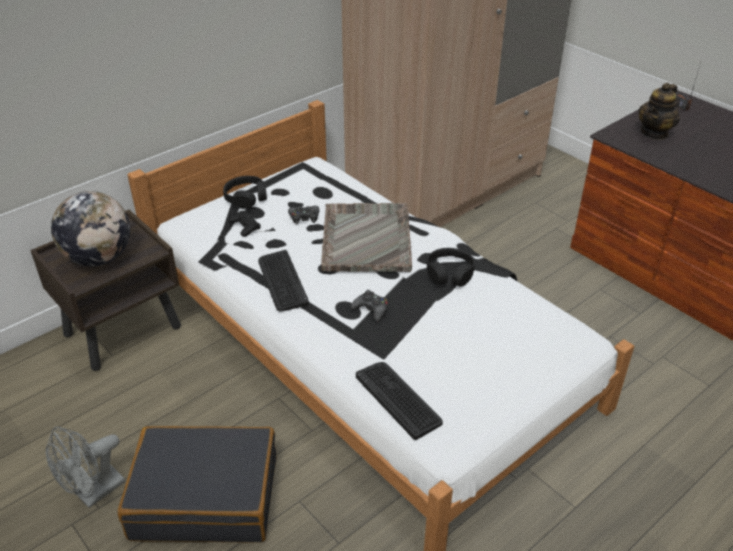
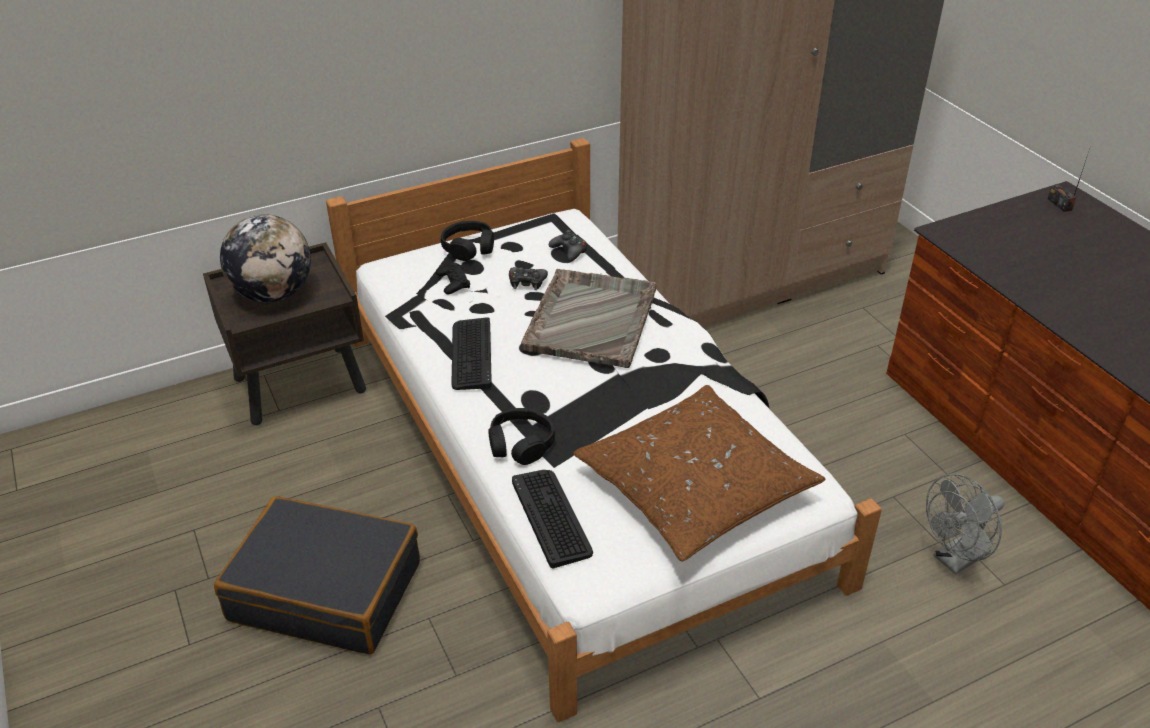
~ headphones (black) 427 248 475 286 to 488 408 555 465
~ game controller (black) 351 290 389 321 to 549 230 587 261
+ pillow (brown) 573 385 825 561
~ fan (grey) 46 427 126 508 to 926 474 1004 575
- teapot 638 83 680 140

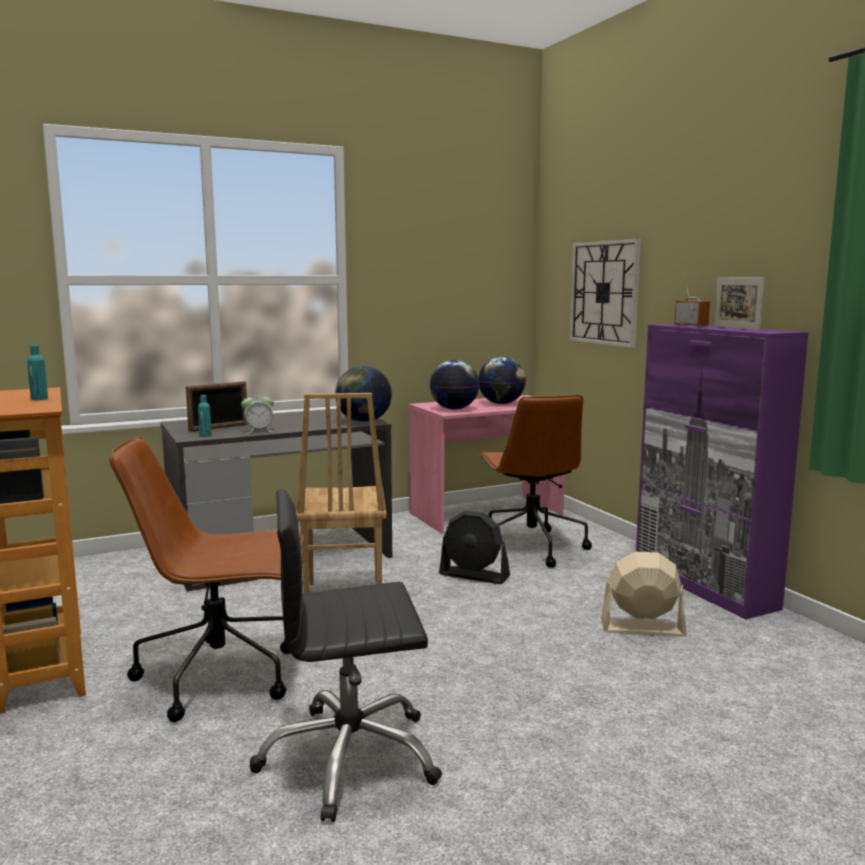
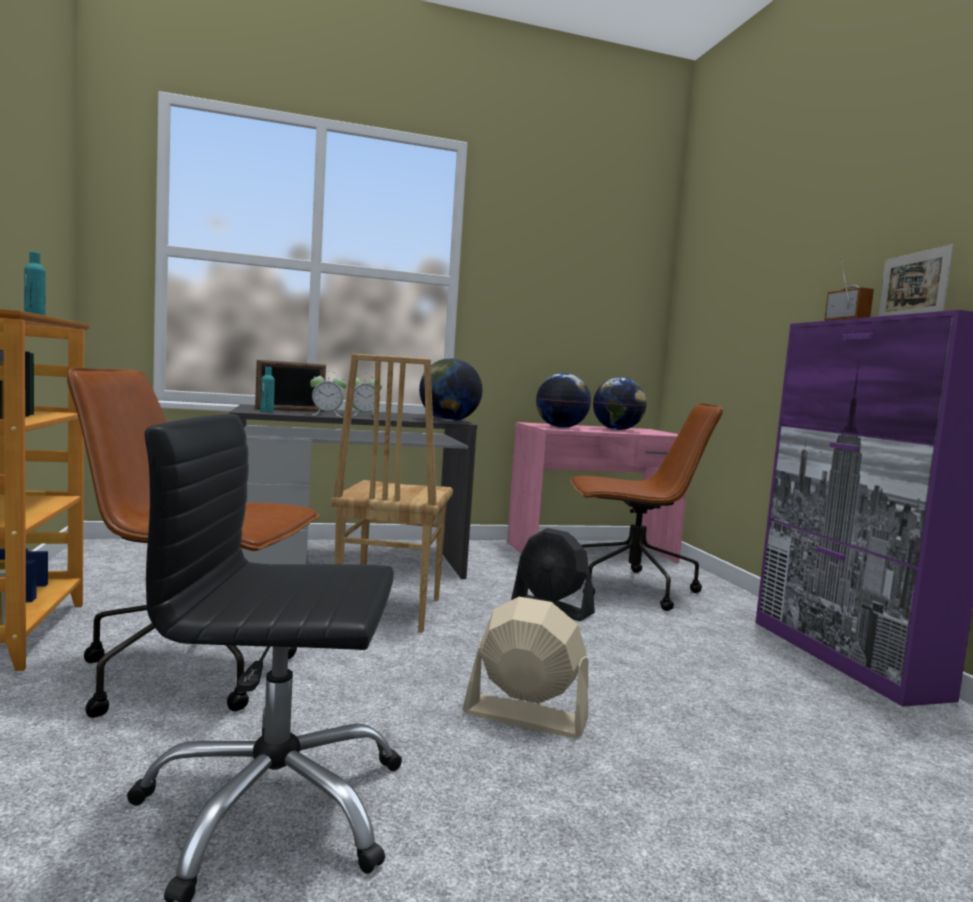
+ alarm clock 352 373 382 416
~ fan (beige) 601 552 687 637 to 463 597 588 738
~ office chair (brown) 479 395 592 568 = 570 403 723 611 90 degrees counterclockwise
- wall clock 569 239 641 348

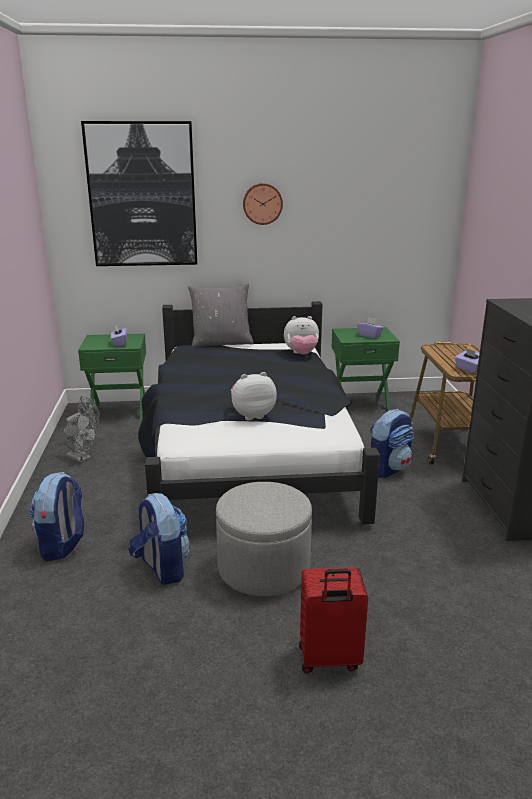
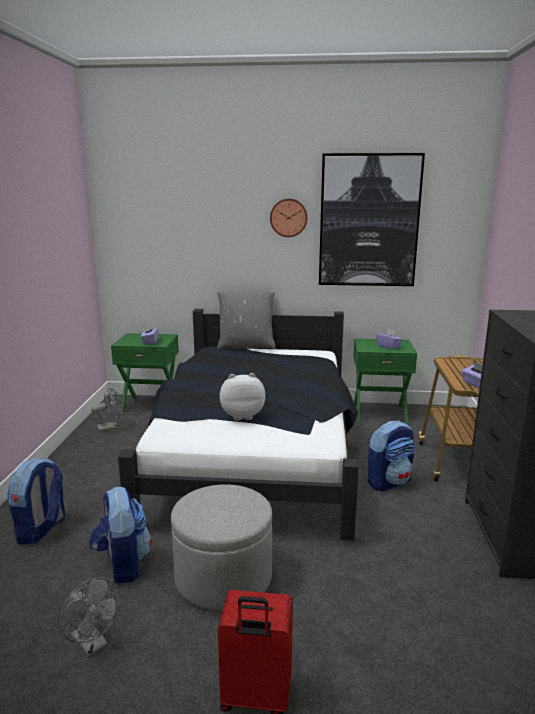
~ fan (grey) 64 414 96 463 to 60 577 121 657
~ picture 81 121 197 266 to 319 153 425 286
- plush toy 284 316 319 355

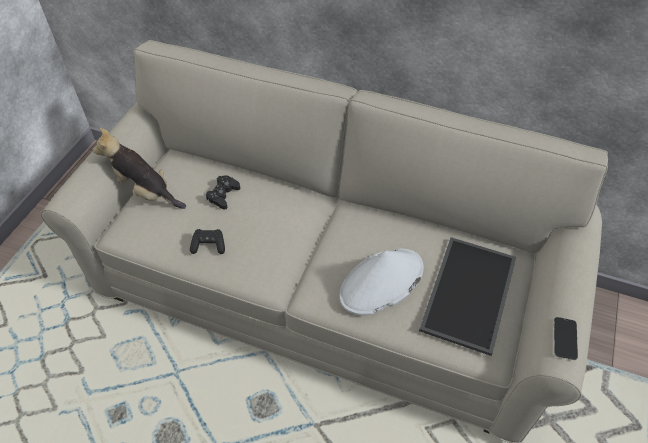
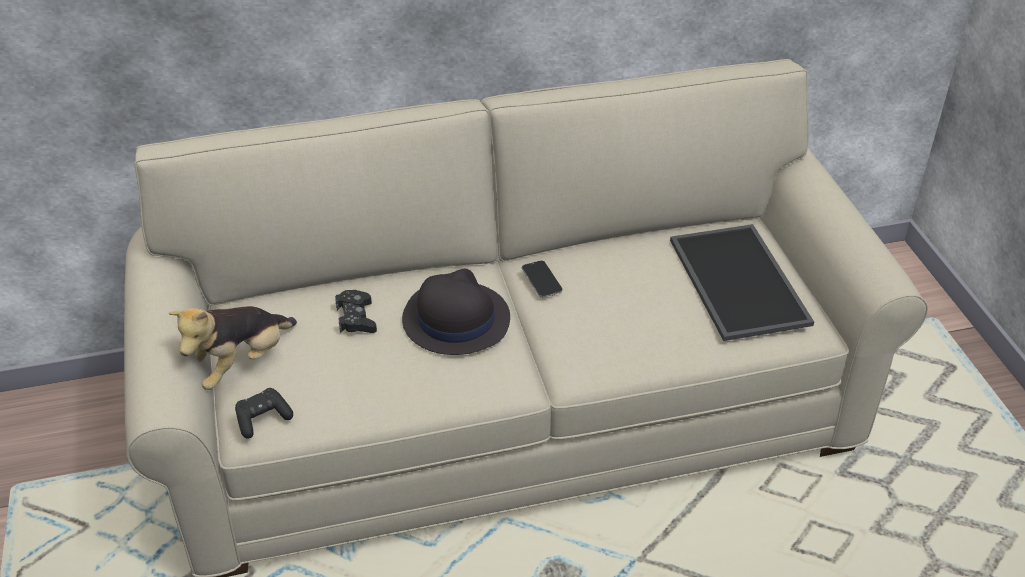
~ plush toy 93 128 186 209 = 169 306 297 390 45 degrees counterclockwise
~ game controller (black) 190 229 225 254 to 235 388 293 439
+ hat (black) 402 269 510 355
~ phone 554 317 578 360 to 522 261 563 297
- hat (white) 339 248 424 316

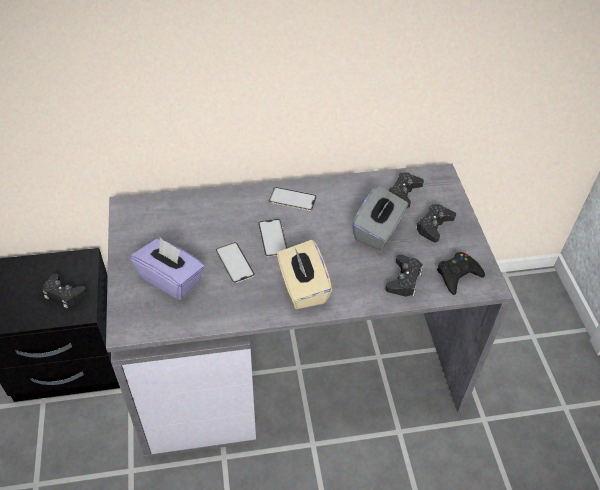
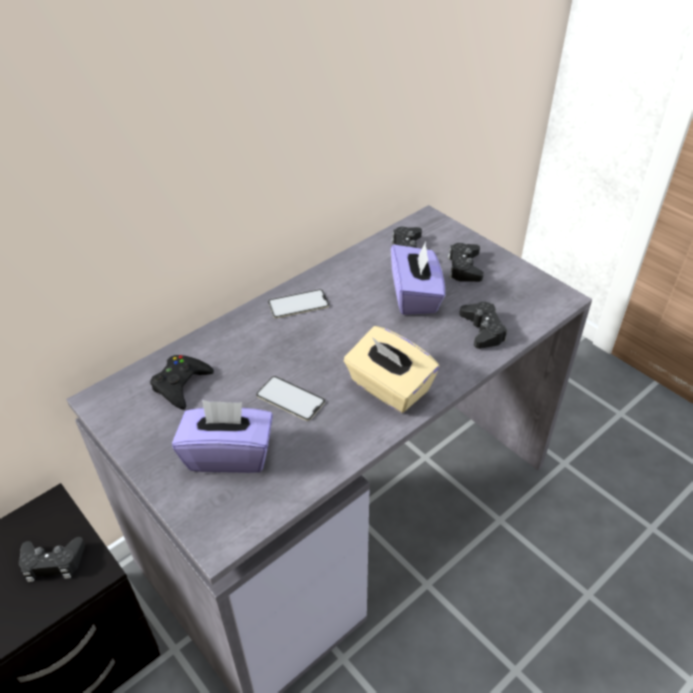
~ game controller (black) 437 252 485 295 to 150 355 214 409
~ tissue box (grey) 352 185 408 250 to tissue box (purple) 391 242 445 315
- phone 258 219 287 257

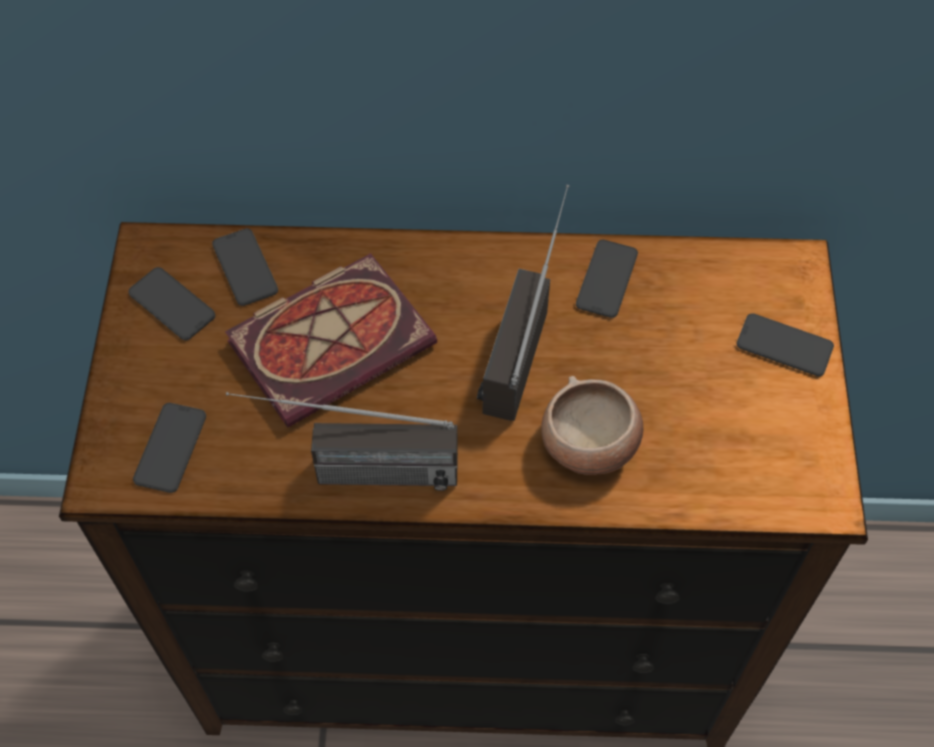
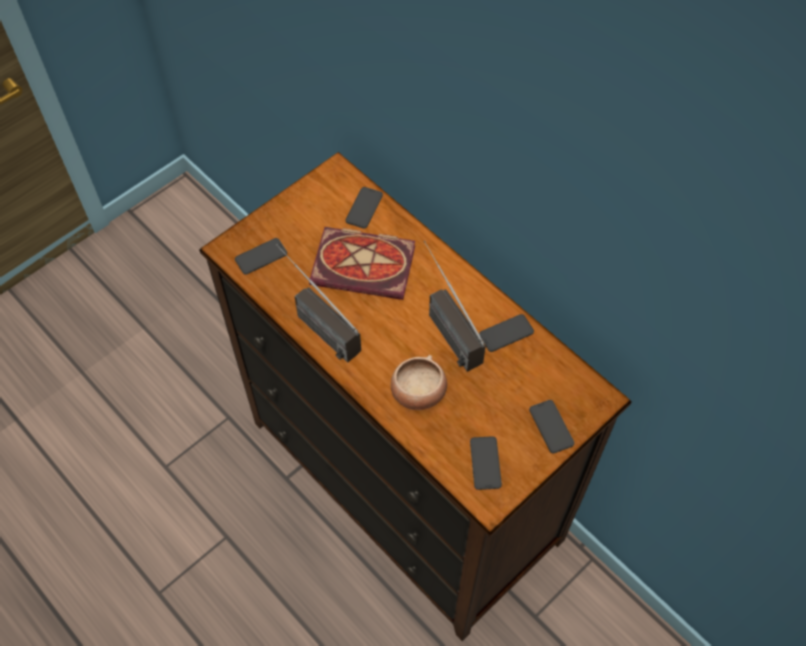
~ radio 477 185 569 421 = 423 241 486 372 90 degrees counterclockwise
~ phone 128 267 215 340 to 470 436 502 490

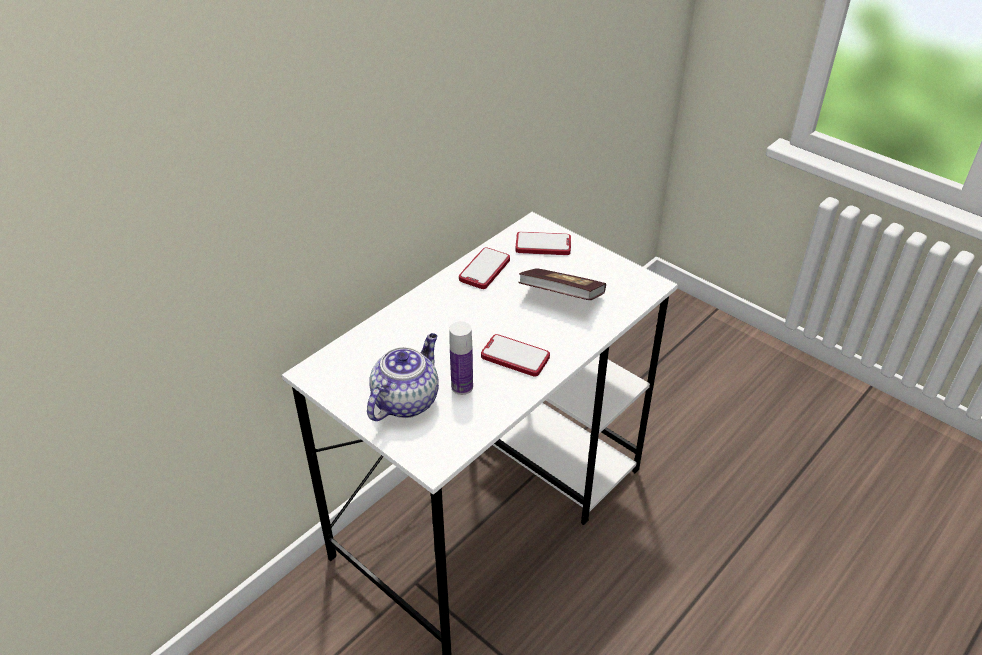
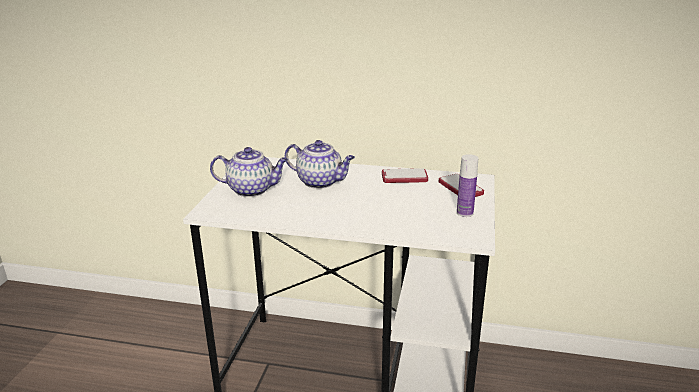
+ teapot 285 140 355 189
~ bottle 450 321 473 395 to 457 154 478 217
- phone 481 334 550 377
- book 519 268 606 300

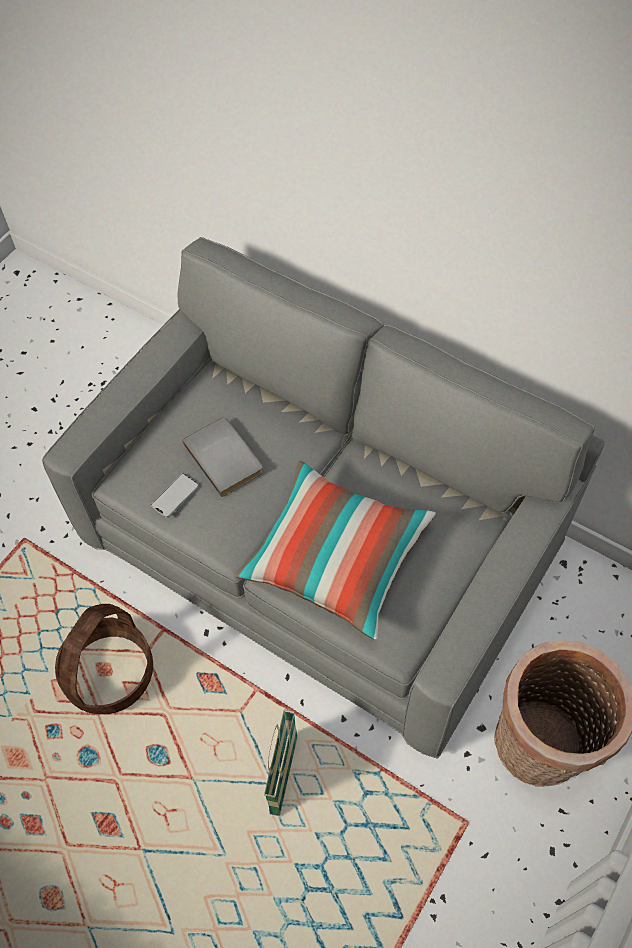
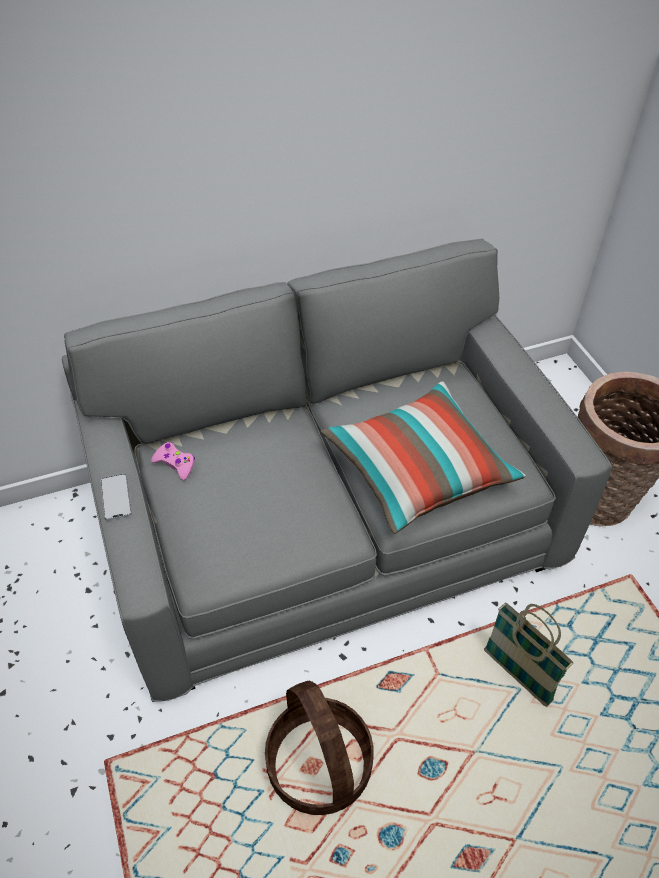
~ phone 151 473 199 518 to 101 474 132 521
+ game controller (pink) 151 442 195 480
- book (grey) 182 417 263 497

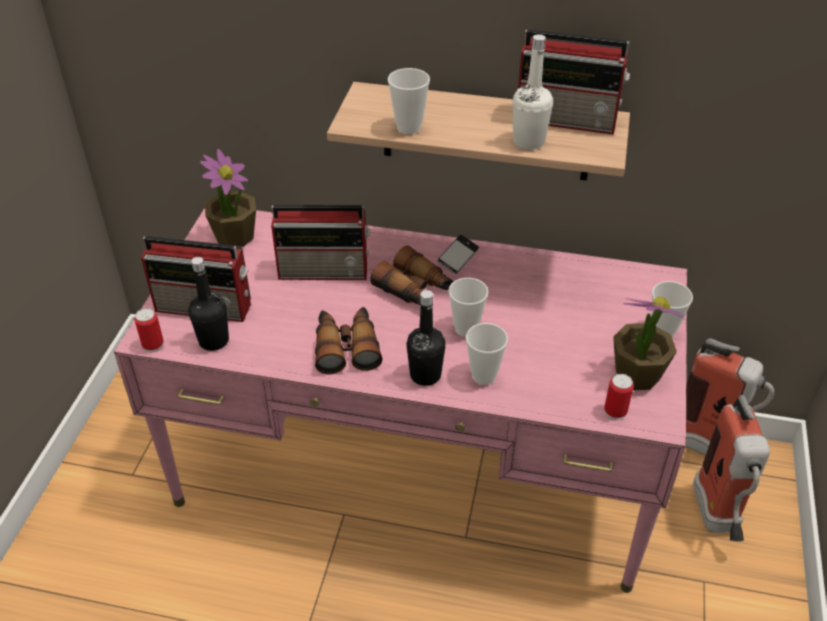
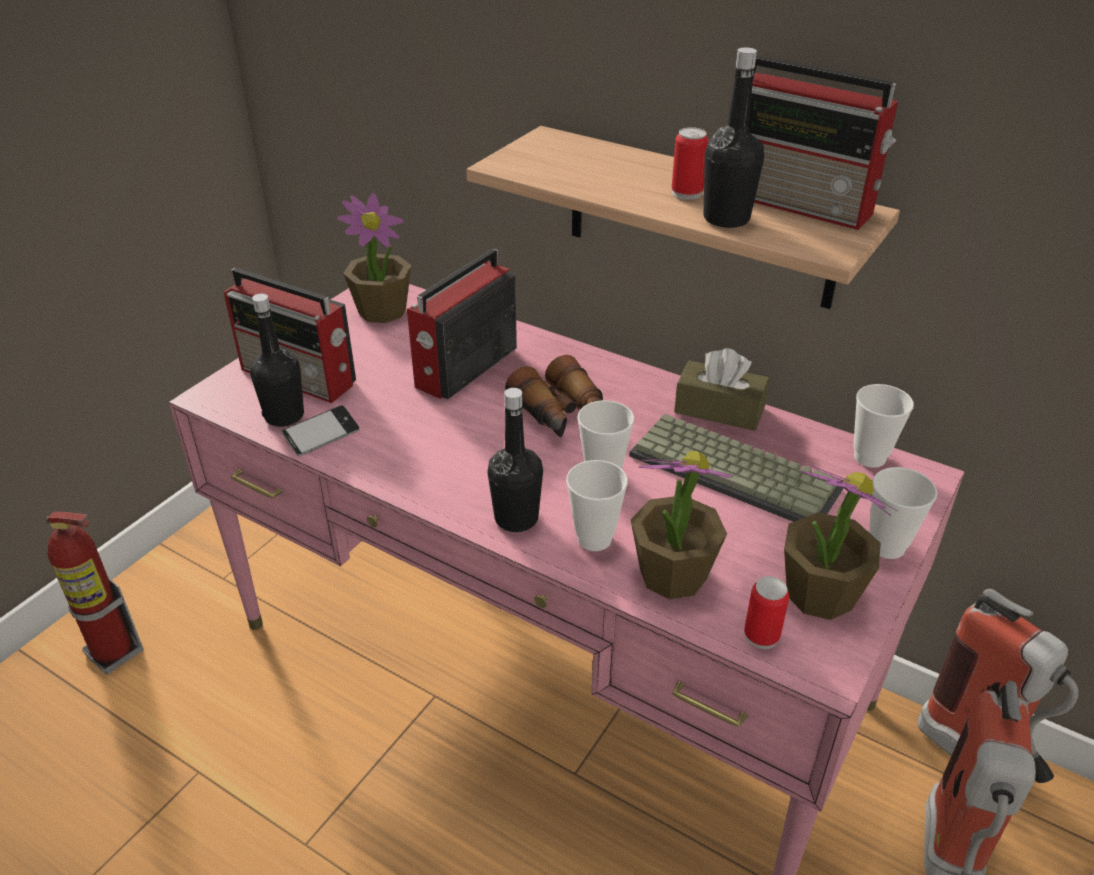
+ fire extinguisher 46 512 144 675
~ phone 437 235 479 274 to 282 405 359 456
~ radio 271 205 371 280 = 407 249 517 399 105 degrees clockwise
+ keyboard 629 414 843 522
+ potted plant 631 451 734 599
~ can 135 308 164 352 to 672 127 709 200
+ tissue box (brown) 674 348 770 431
~ bottle (white) 513 34 553 150 to bottle (black) 704 47 764 228
~ cup 388 68 430 134 to 854 384 914 468
- binoculars 315 307 382 374

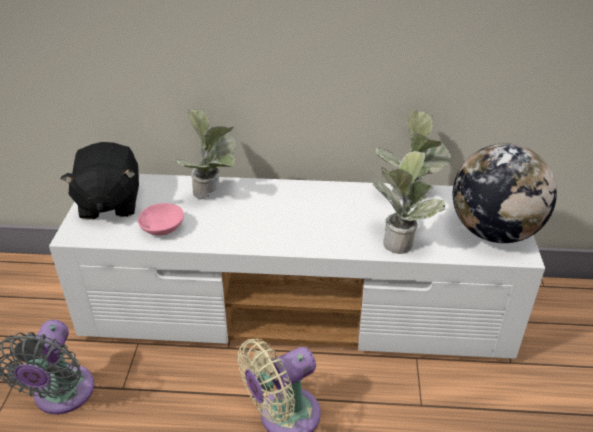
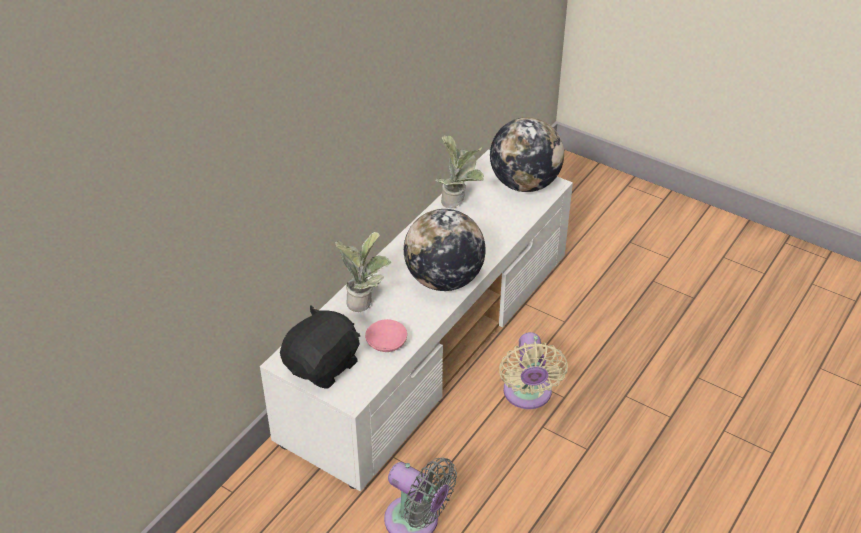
~ plush toy (black) 61 142 139 220 = 280 306 360 389 75 degrees counterclockwise
+ globe 404 209 486 291
- potted plant 372 151 446 254

